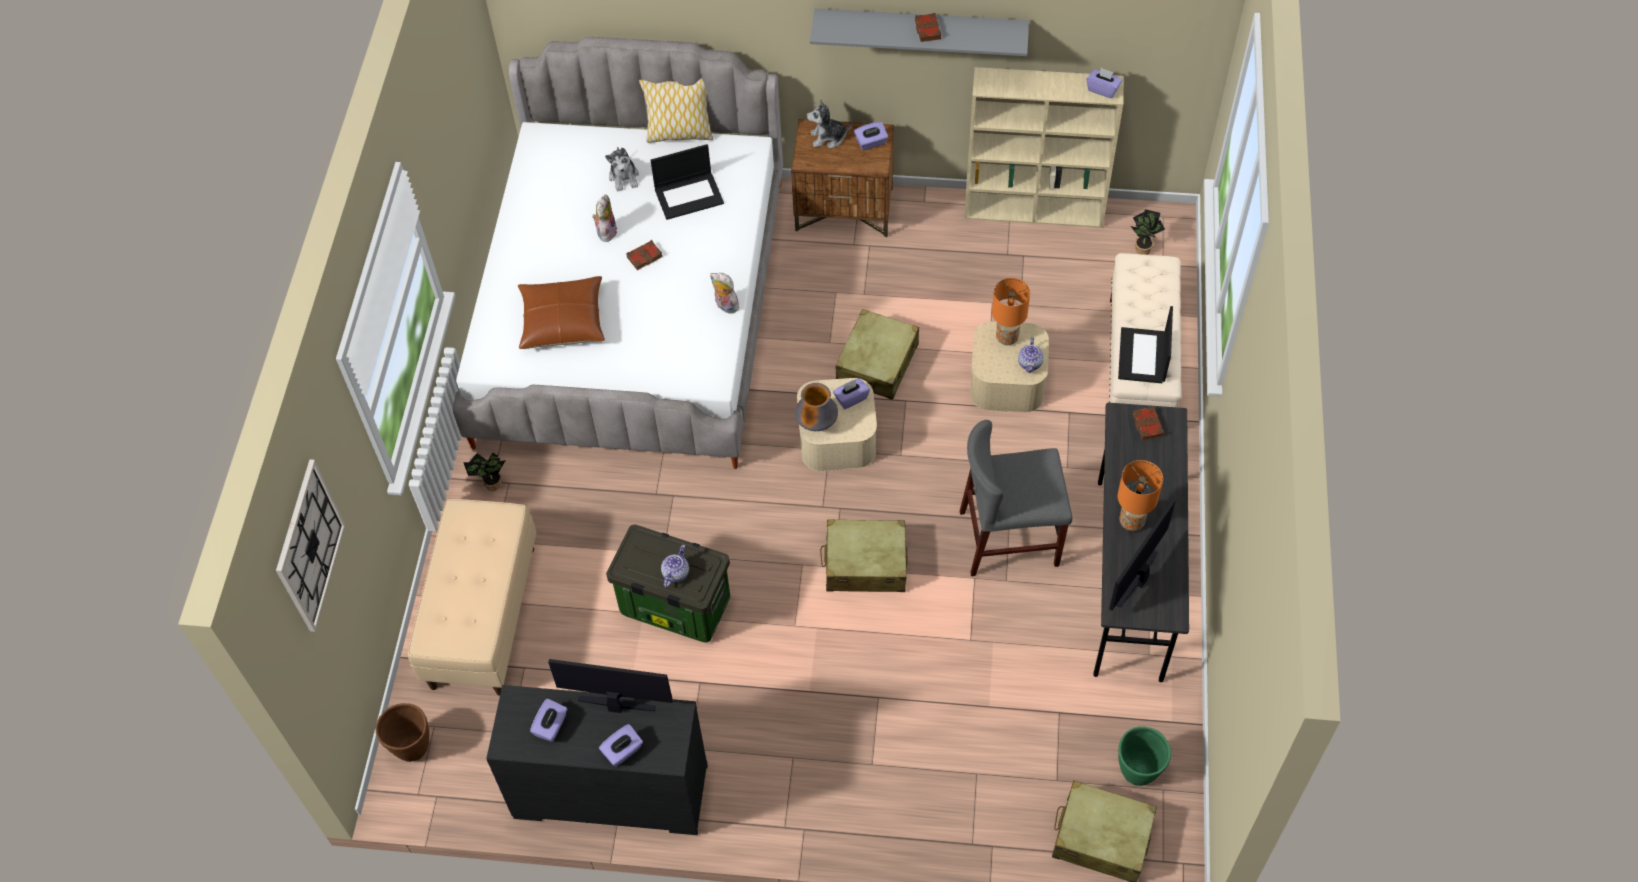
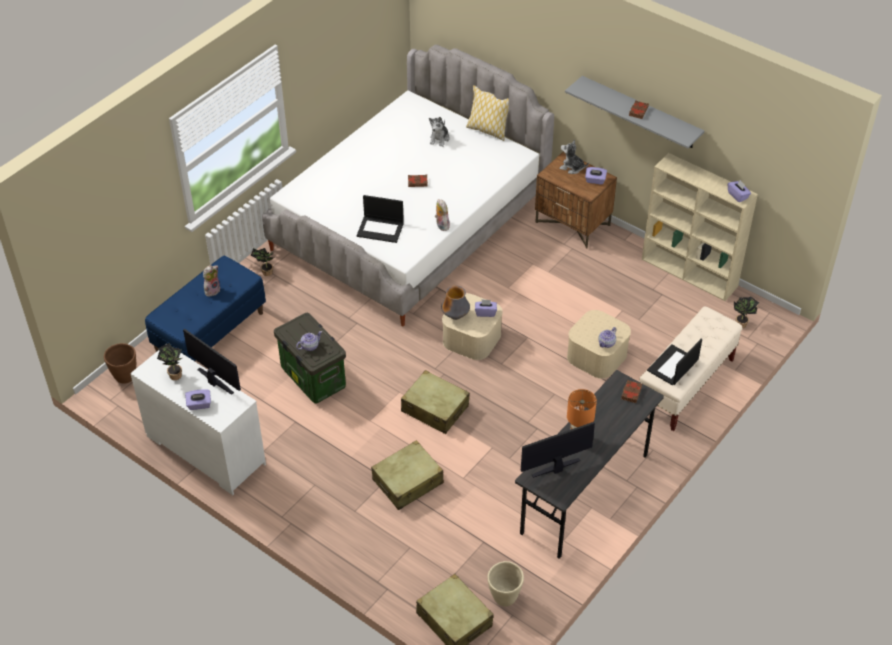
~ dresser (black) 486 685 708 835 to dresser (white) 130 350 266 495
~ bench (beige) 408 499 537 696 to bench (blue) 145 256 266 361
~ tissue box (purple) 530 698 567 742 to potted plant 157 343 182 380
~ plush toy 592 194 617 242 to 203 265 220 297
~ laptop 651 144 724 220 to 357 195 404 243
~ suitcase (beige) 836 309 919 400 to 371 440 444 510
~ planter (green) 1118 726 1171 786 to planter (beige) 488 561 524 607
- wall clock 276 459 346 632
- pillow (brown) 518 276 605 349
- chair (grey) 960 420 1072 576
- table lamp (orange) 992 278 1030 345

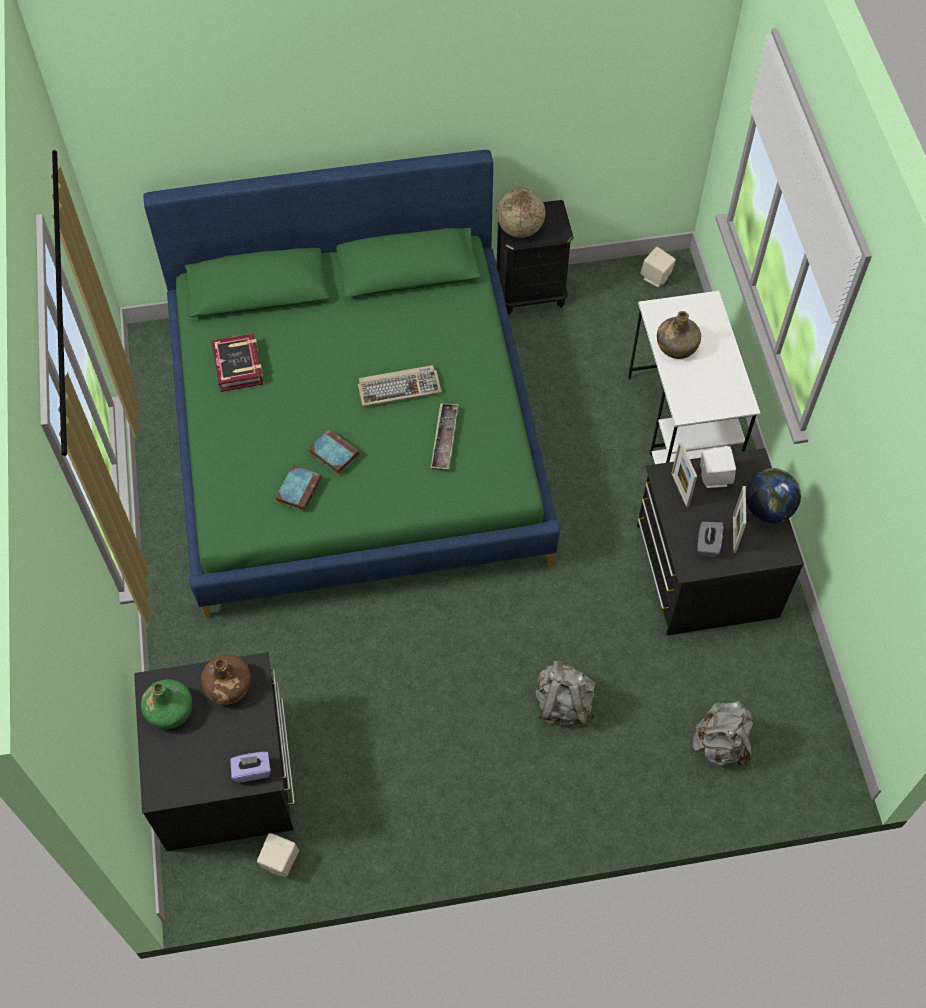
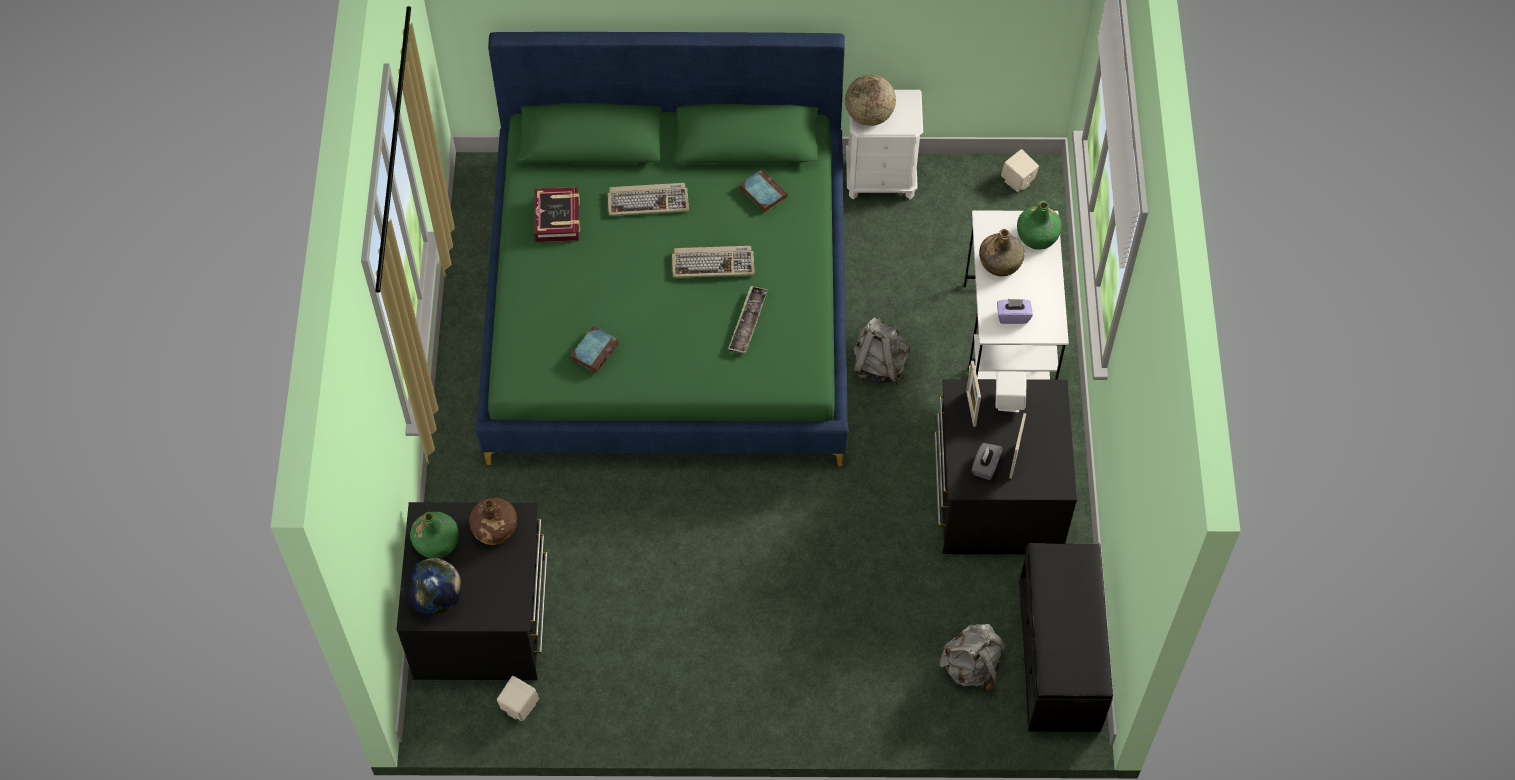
~ globe 746 468 801 523 to 404 558 462 615
+ keyboard 607 183 689 216
~ book 309 429 359 474 to 740 169 787 213
~ nightstand (black) 496 200 574 315 to nightstand (white) 846 90 923 200
~ backpack (grey) 535 658 596 726 to 852 317 910 385
~ tissue box (purple) 230 752 271 783 to 997 299 1033 324
+ bottle (green) 1017 201 1062 250
+ bench (black) 1019 543 1113 732

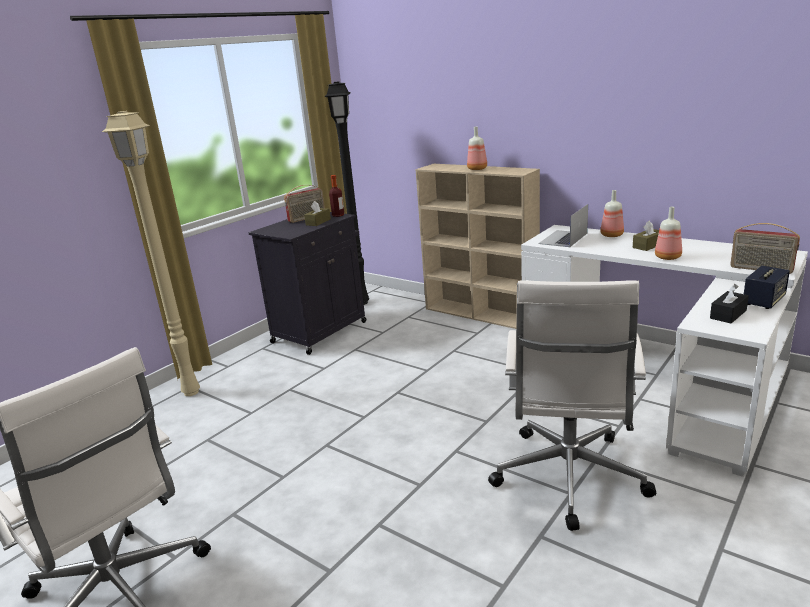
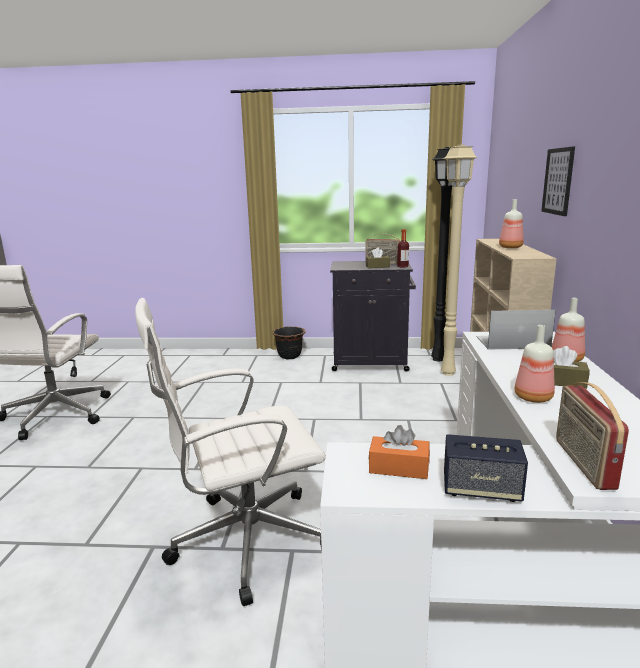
+ planter (black) 273 326 306 359
~ tissue box (black) 710 284 749 323 to tissue box (orange) 369 425 430 479
~ floor lamp (beige) 102 111 200 396 to 441 145 478 376
+ picture 541 146 575 216

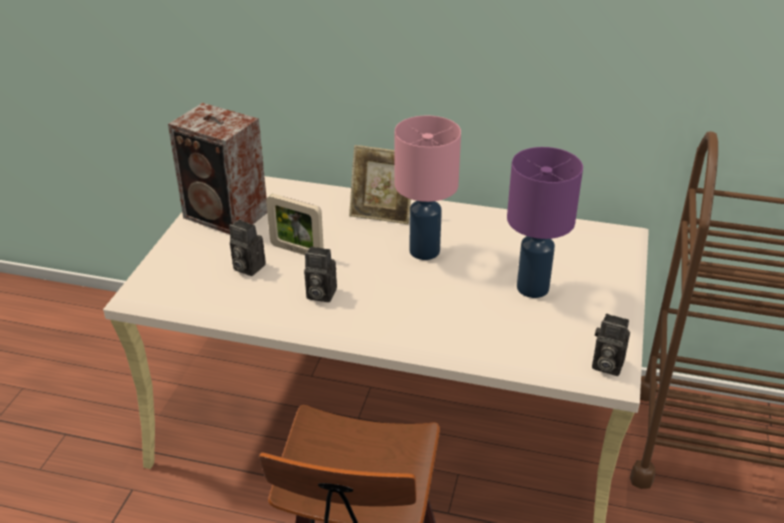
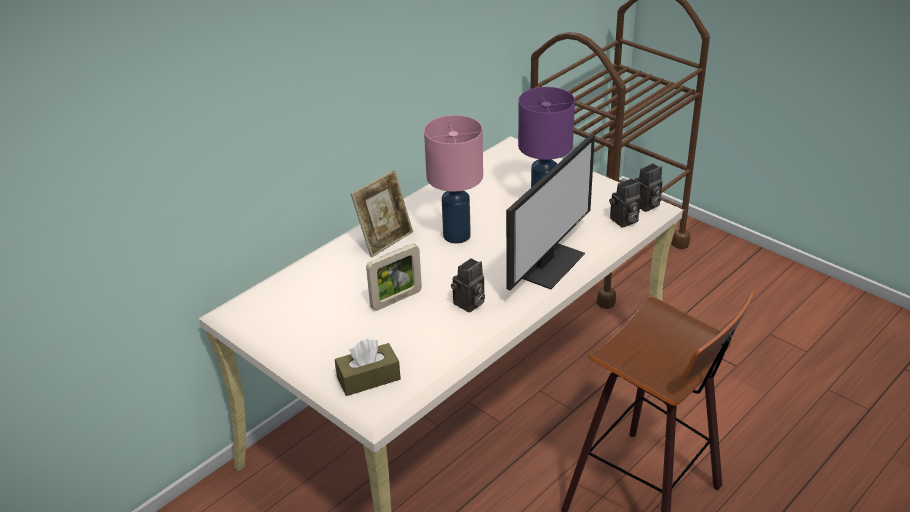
+ tissue box (brown) 335 339 401 396
+ monitor 506 134 595 291
~ photo camera 229 220 266 276 to 609 179 641 228
- speaker 168 103 267 234

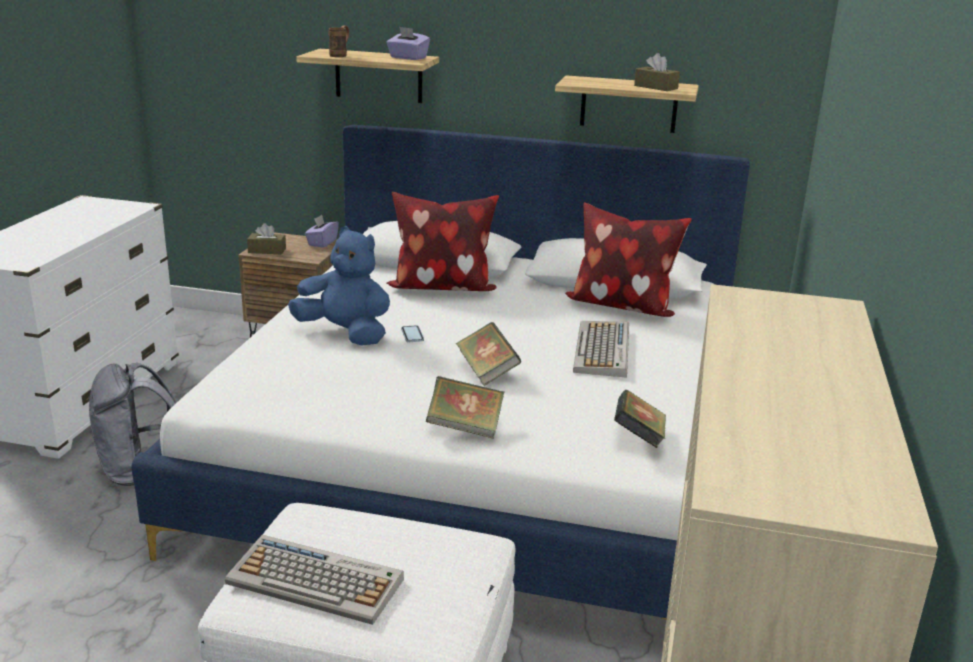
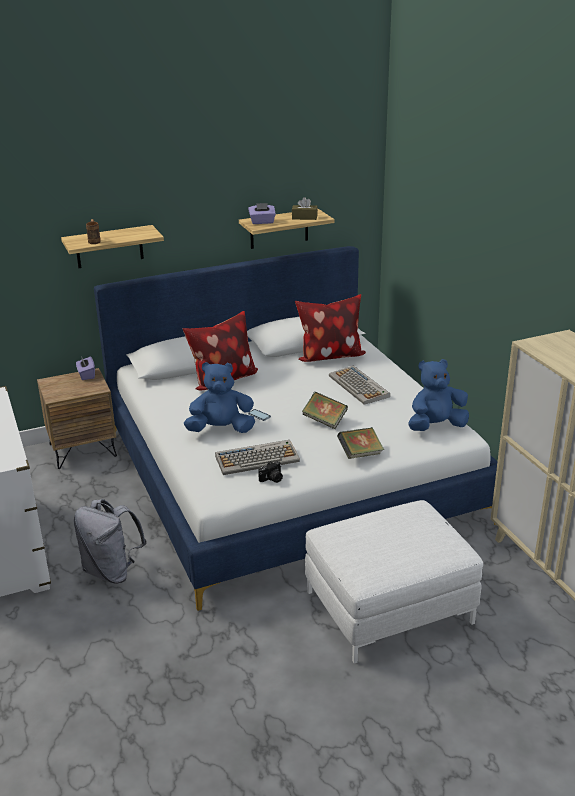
~ keyboard 225 535 404 625 to 215 440 300 475
~ tissue box (purple) 386 27 430 60 to 248 203 276 224
+ photo camera 258 461 283 483
~ book 614 390 666 448 to plush toy (blue) 409 359 469 431
- tissue box (brown) 247 223 286 254

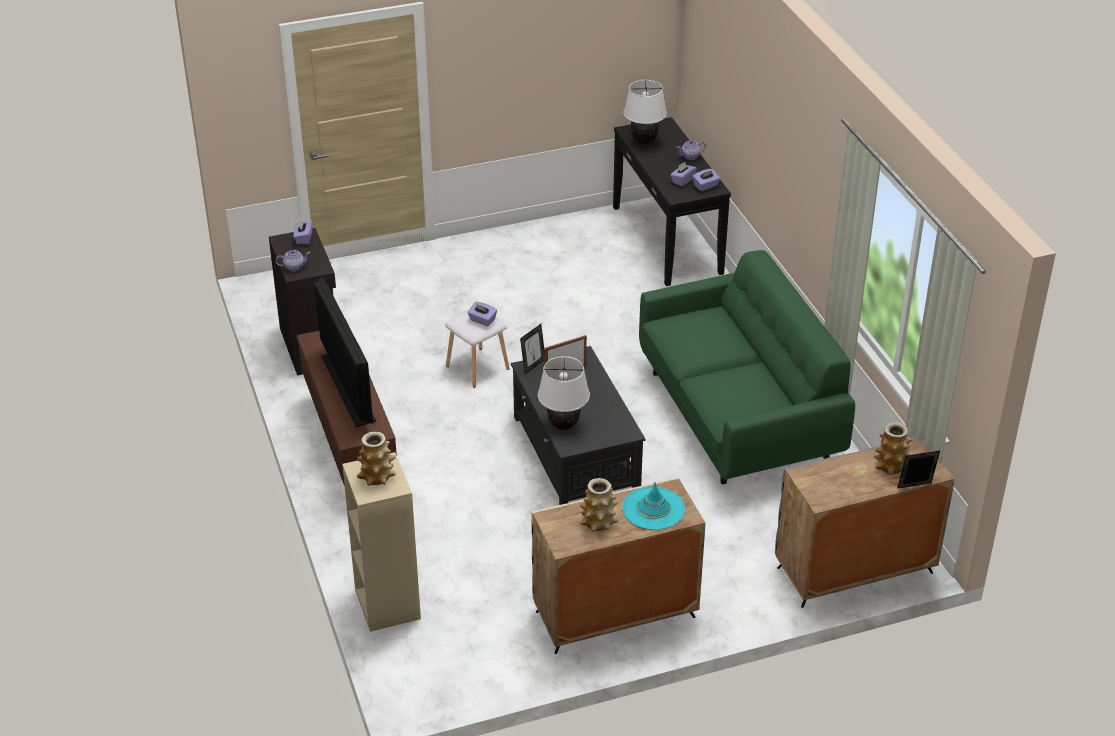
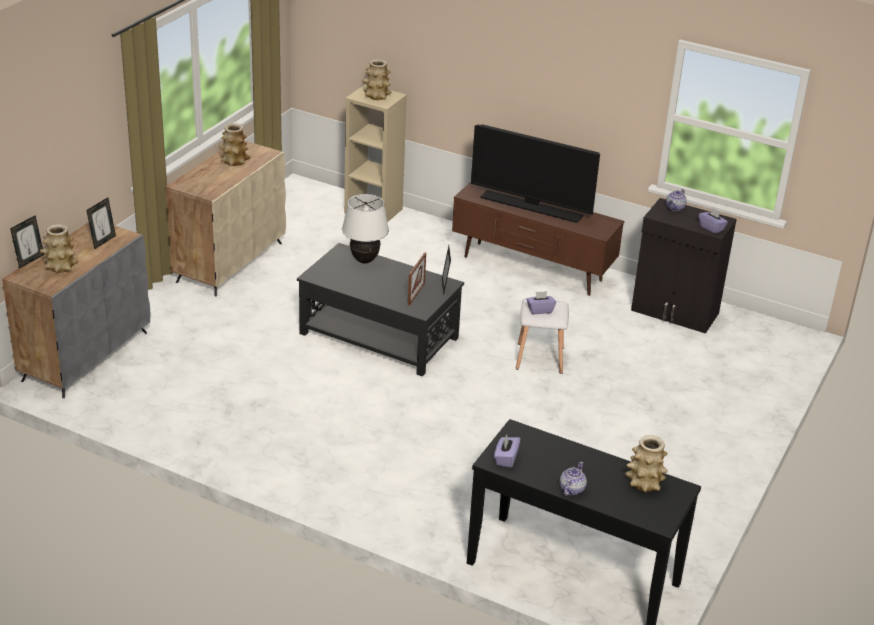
+ picture frame 86 197 116 249
~ table lamp (white) 623 80 667 144 to vase 625 435 668 492
- hat (turquoise) 622 482 685 530
- sofa (green) 639 250 855 484
- tissue box (purple) 670 162 697 186

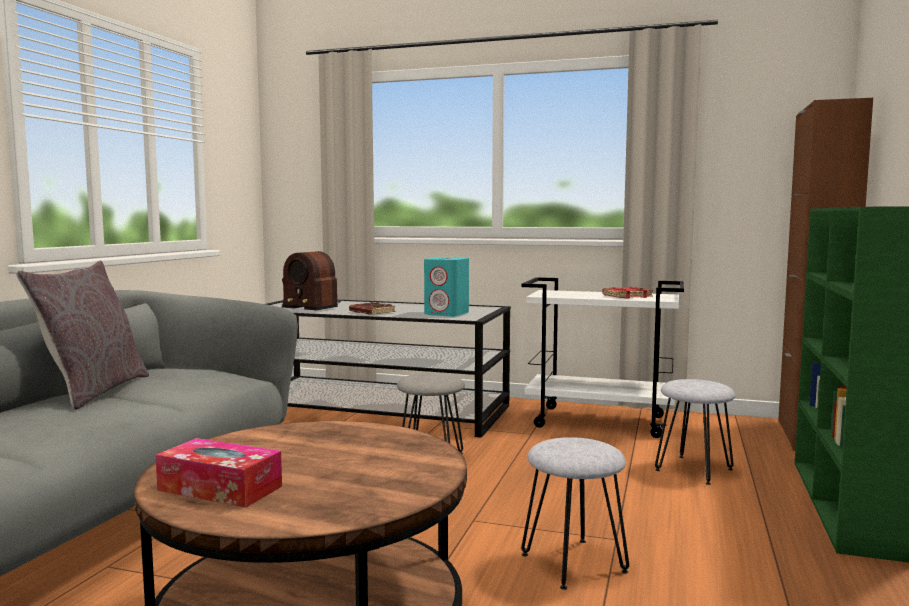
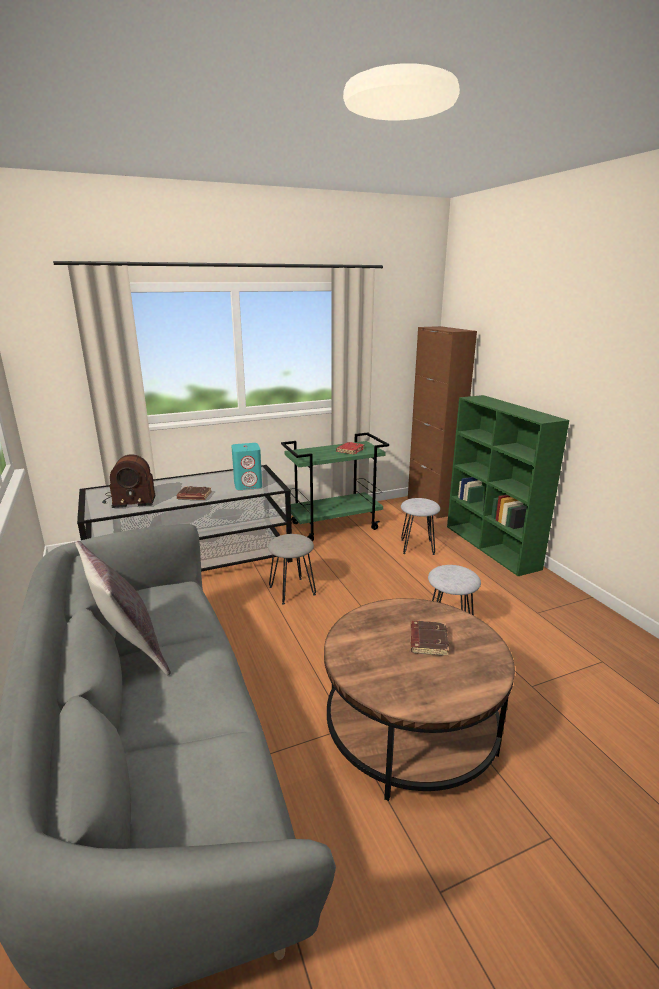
~ cart (white) 521 277 684 438 to cart (green) 281 432 389 541
+ book (brown) 410 621 449 656
- tissue box 156 438 282 508

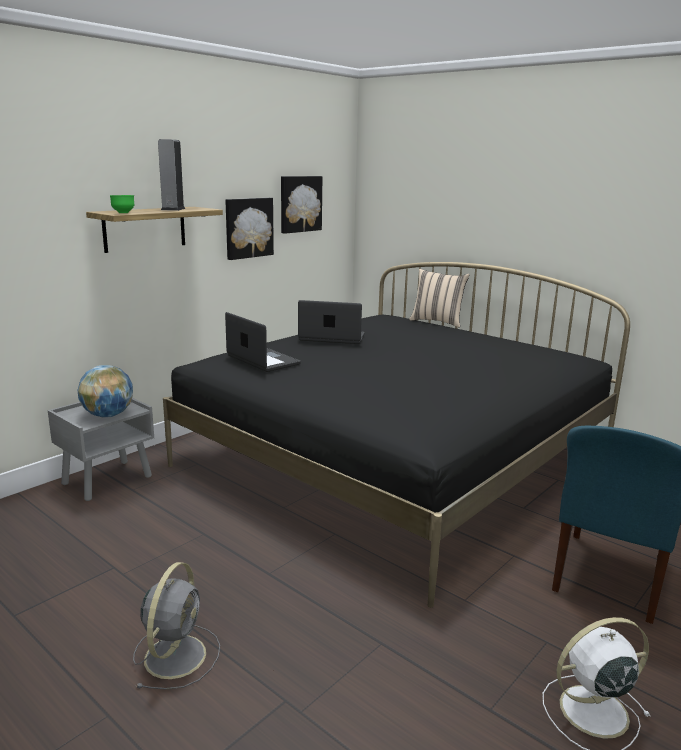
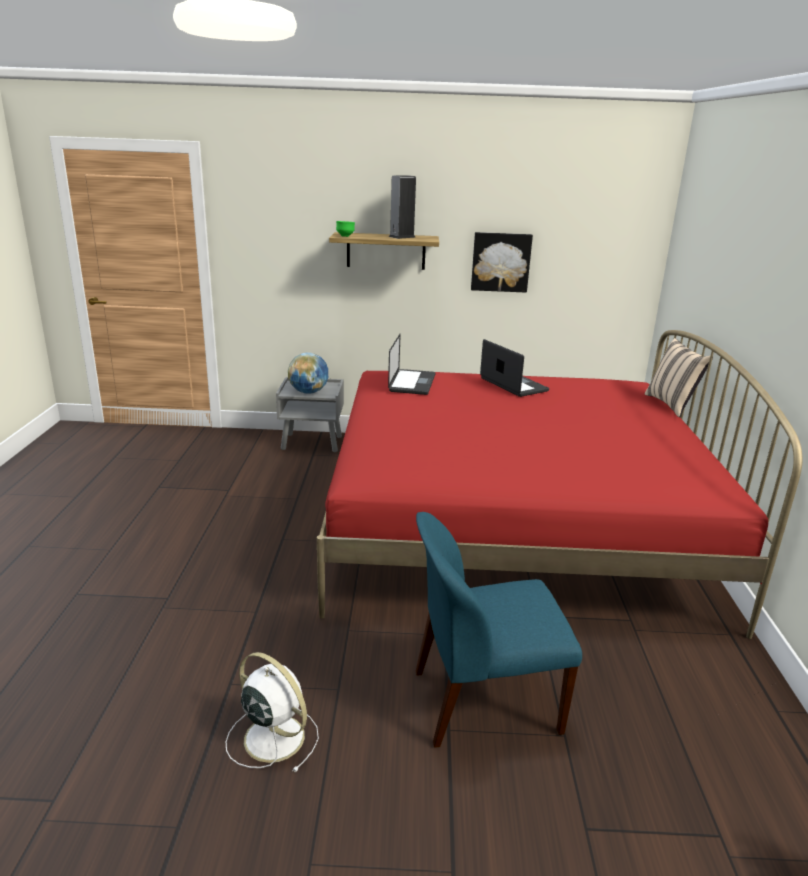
~ bed (black) 163 262 630 608 to bed (red) 317 330 803 639
- fan (grey) 133 562 220 690
- picture 281 176 322 234

